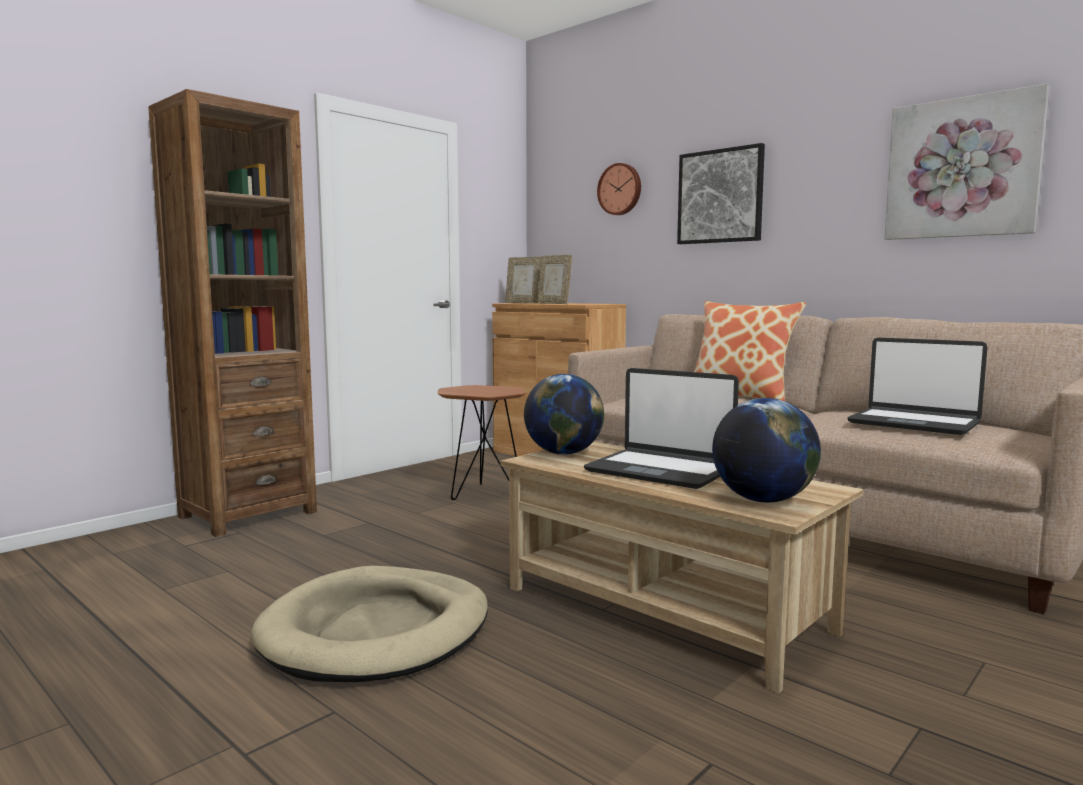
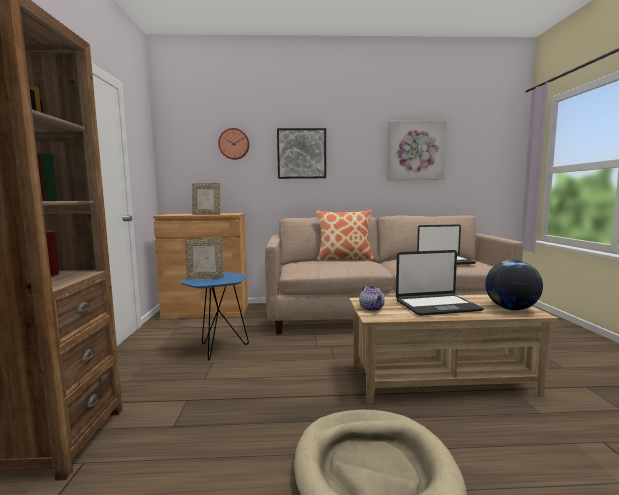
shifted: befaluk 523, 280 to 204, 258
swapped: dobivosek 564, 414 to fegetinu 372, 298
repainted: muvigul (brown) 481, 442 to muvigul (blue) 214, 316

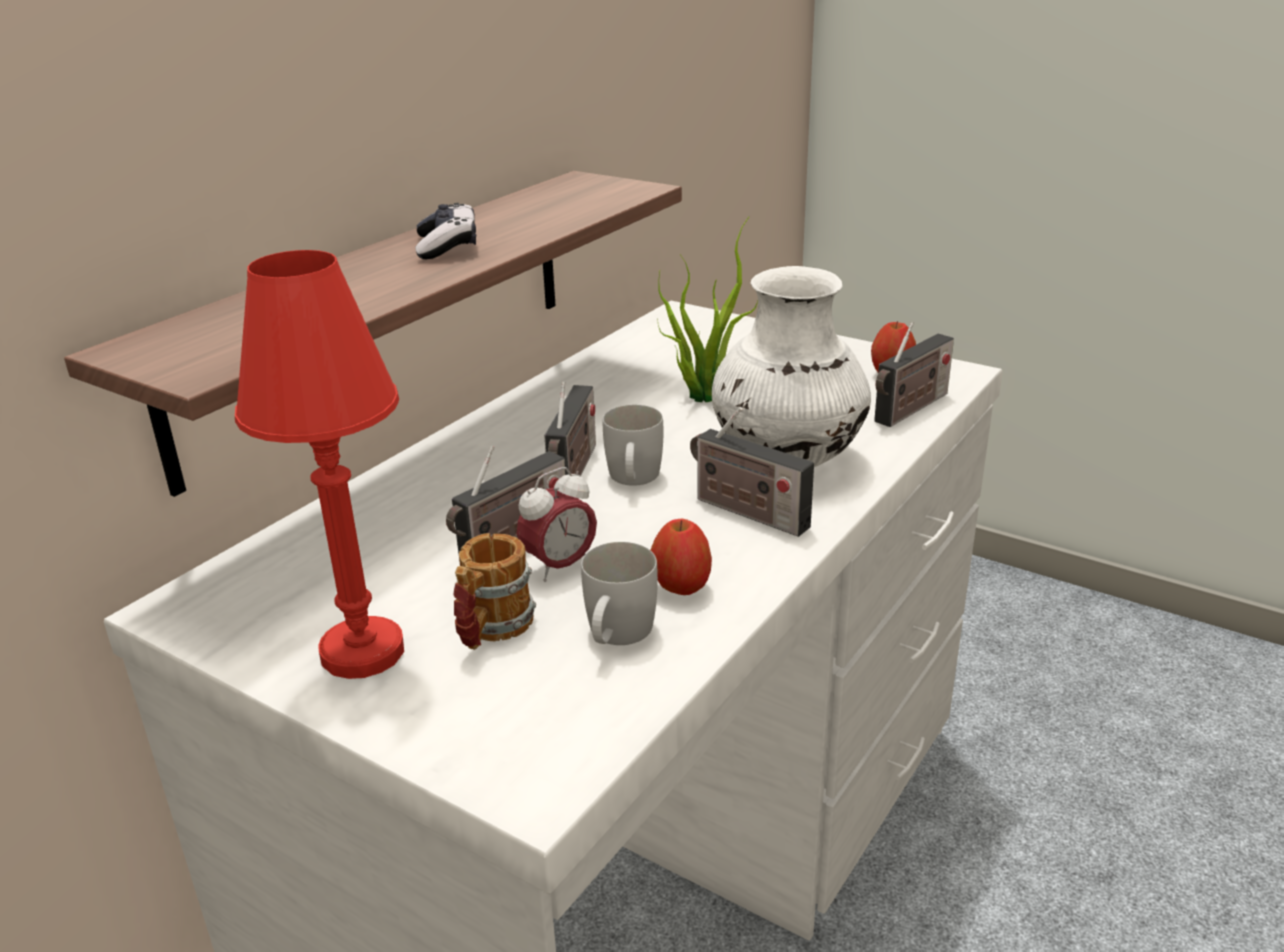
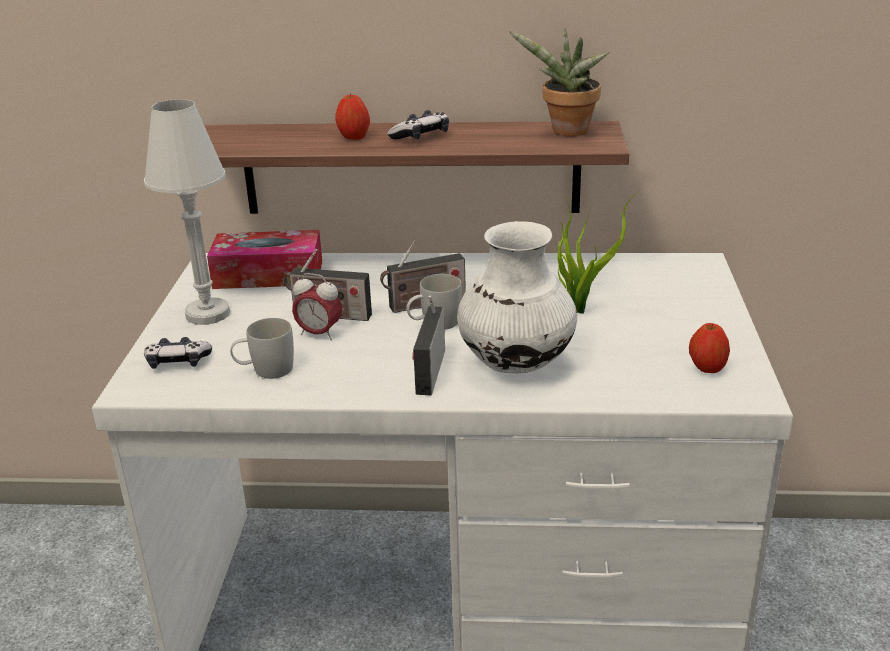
gone: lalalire 494, 591; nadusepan 914, 374
new: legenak 178, 353; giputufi 264, 259; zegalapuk 559, 82
shifted: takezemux 681, 557 to 353, 117
repainted: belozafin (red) 319, 464 to belozafin (white) 187, 212

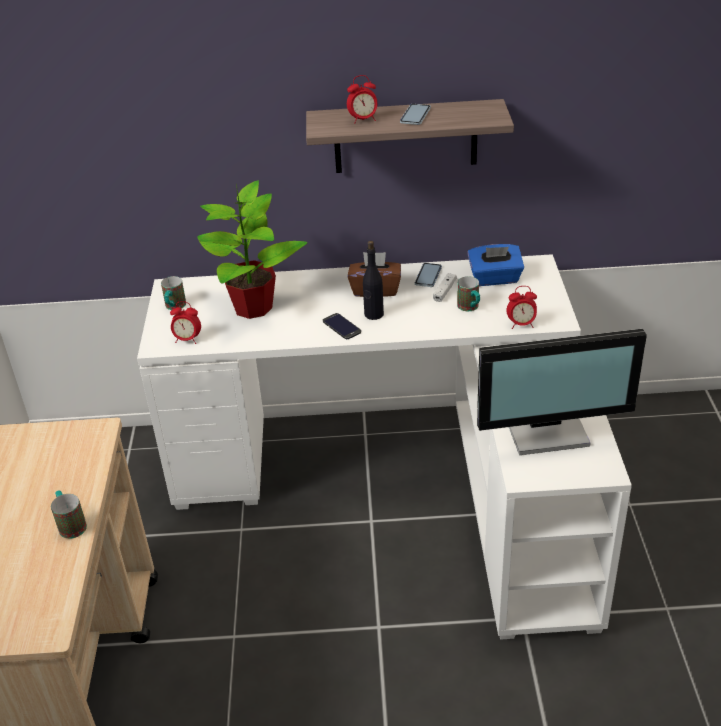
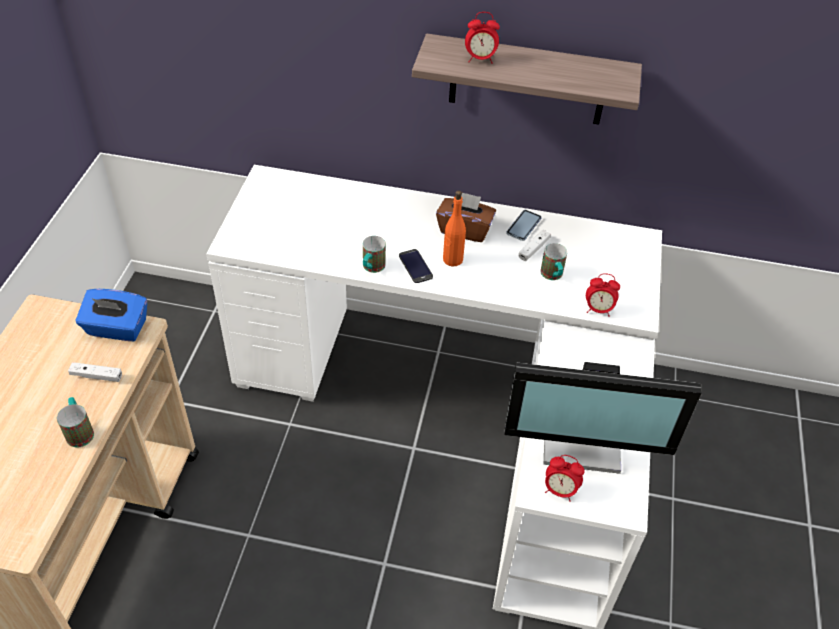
gone: zegalapuk 252, 249; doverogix 415, 114
new: legenak (white) 95, 372
shifted: lalalire 173, 293 to 374, 254; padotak 185, 322 to 564, 478; giputufi (blue) 495, 265 to 111, 315
repainted: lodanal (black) 373, 280 to lodanal (orange) 454, 228

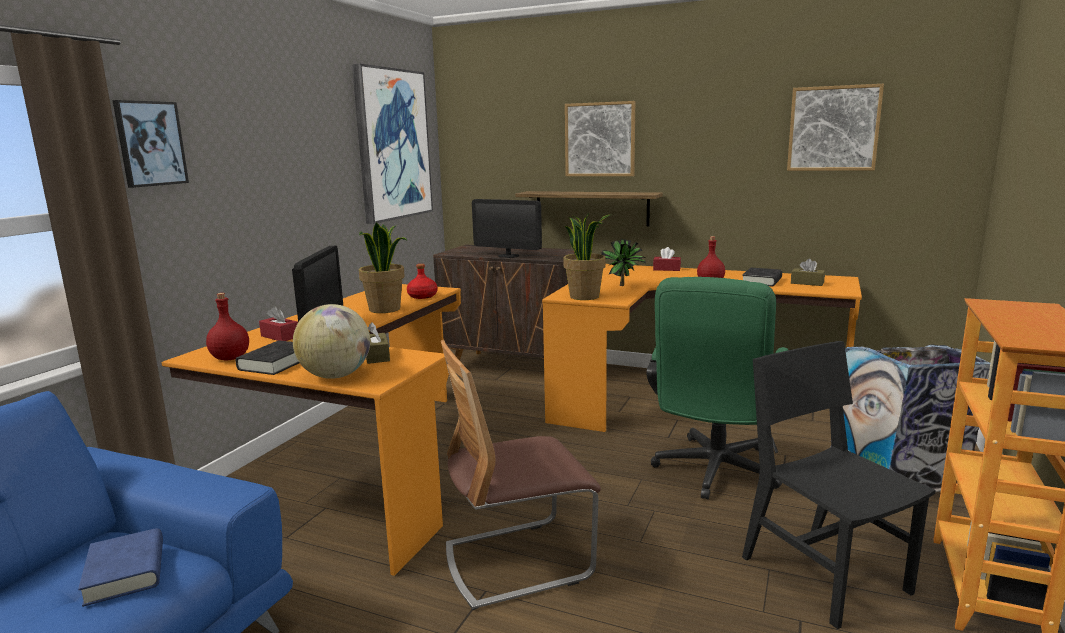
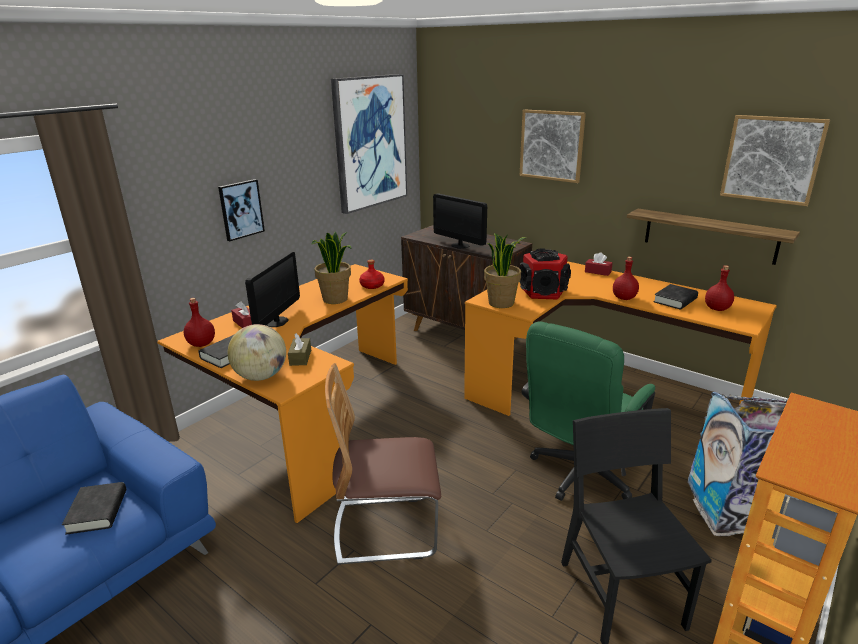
shifted: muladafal 151, 144 to 241, 210; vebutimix 589, 208 to 713, 237
swapped: zegalapuk 623, 262 to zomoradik 545, 273; giputufi (brown) 808, 272 to lodanal (red) 719, 288
repainted: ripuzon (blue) 120, 567 to ripuzon (black) 94, 508

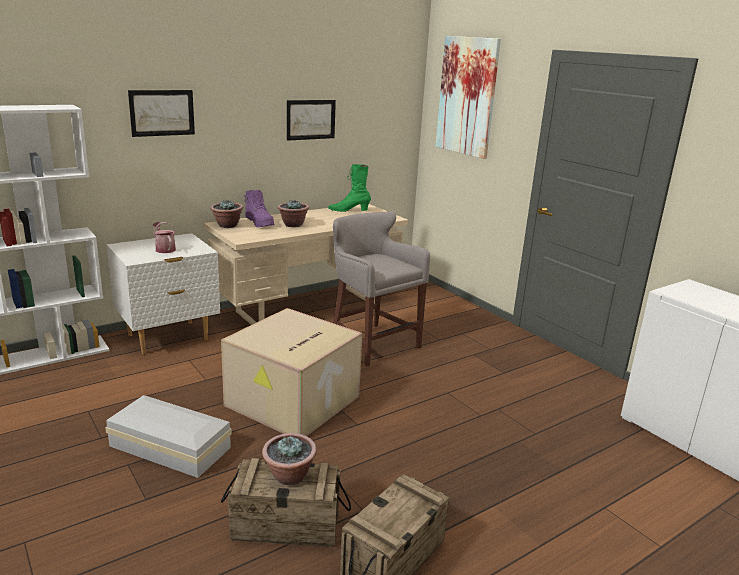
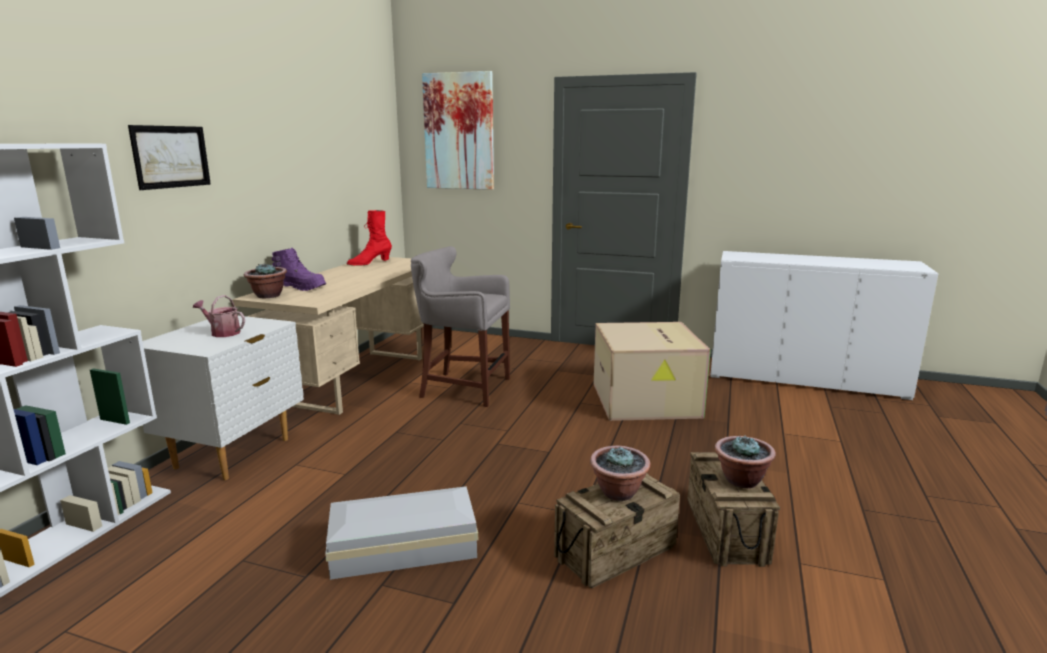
gone: muladafal 311, 120
shifted: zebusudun 292, 372 to 652, 371; zegalapuk 293, 213 to 745, 461
repainted: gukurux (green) 349, 188 to gukurux (red) 369, 237

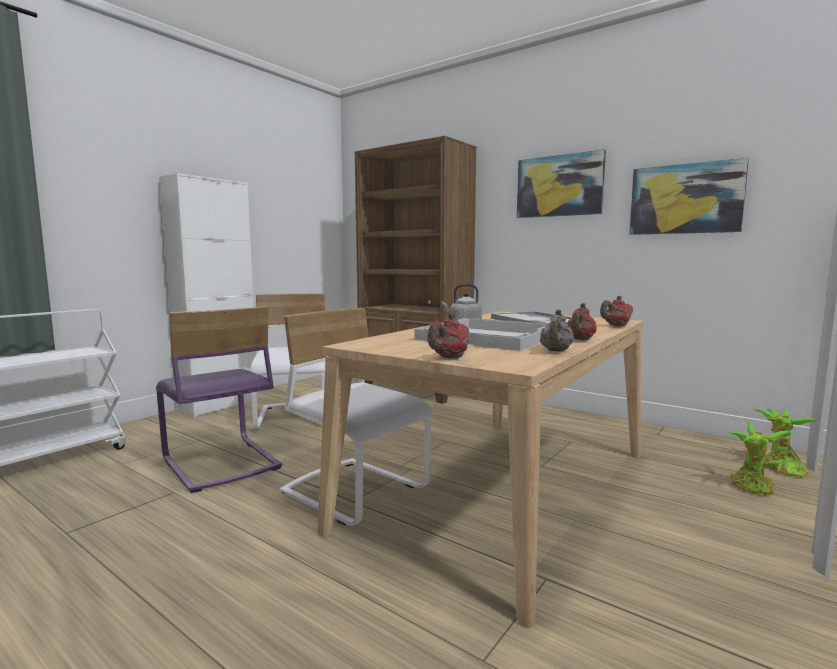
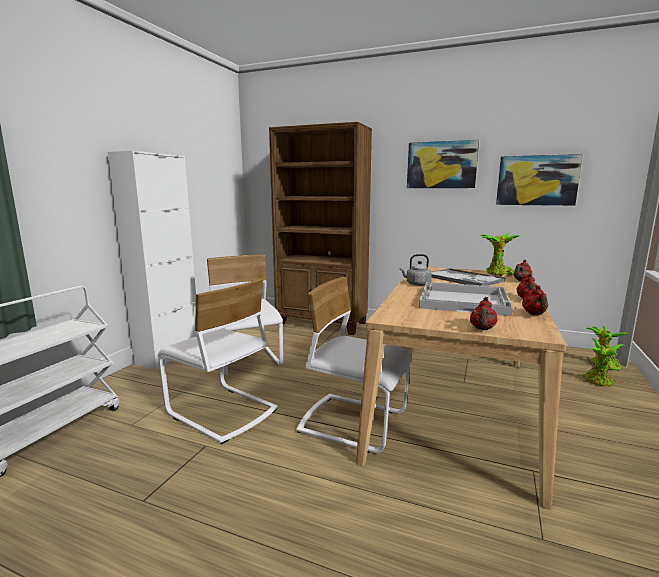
new: zegalapuk 500, 254
repainted: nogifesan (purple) 219, 399 to nogifesan (white) 218, 361; fegetinu (grey) 557, 330 to fegetinu (red) 535, 300

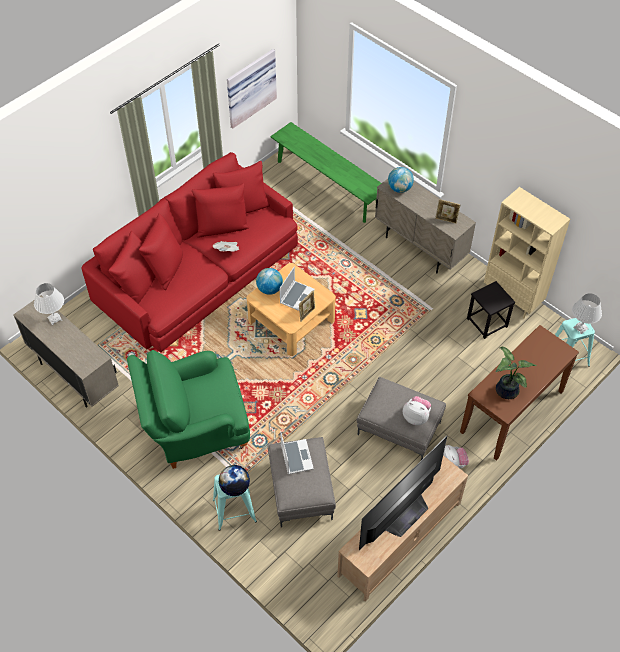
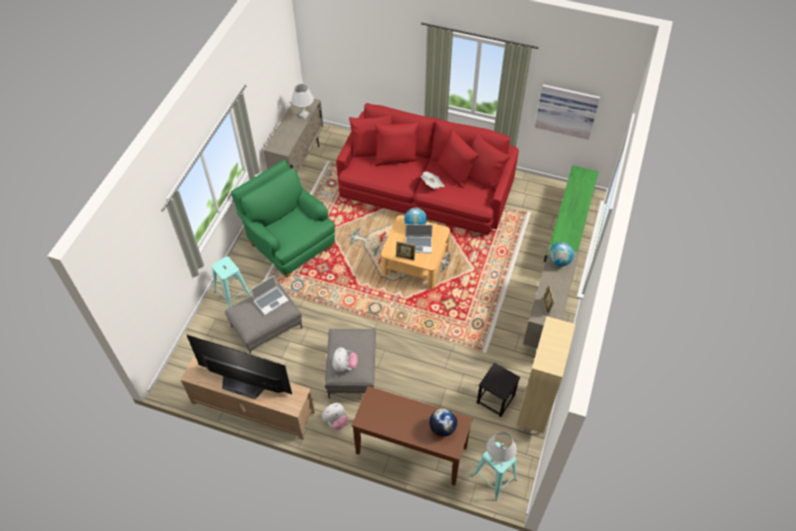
gone: zegalapuk 516, 372
shifted: dobivosek 234, 480 to 443, 422

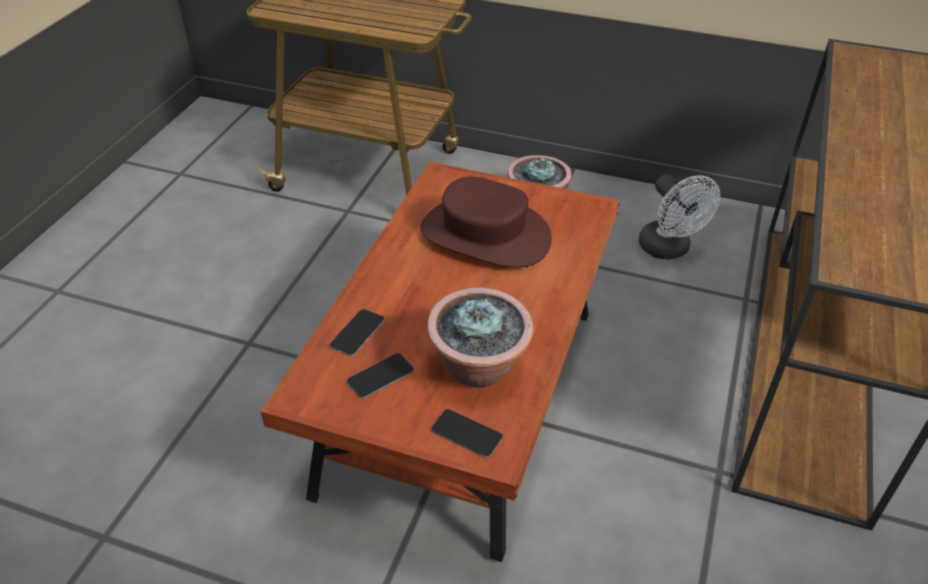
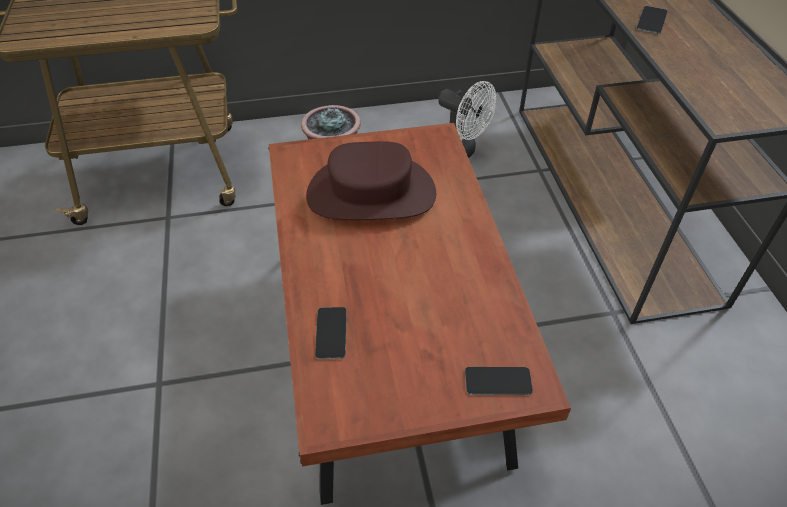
gone: zegalapuk 480, 337
shifted: doverogix 380, 376 to 652, 20

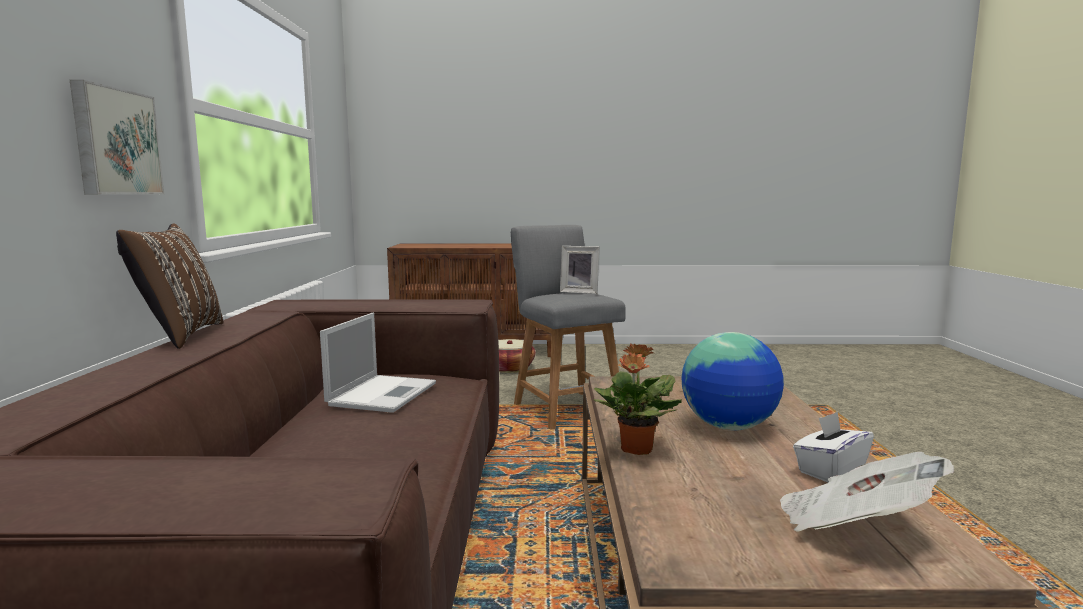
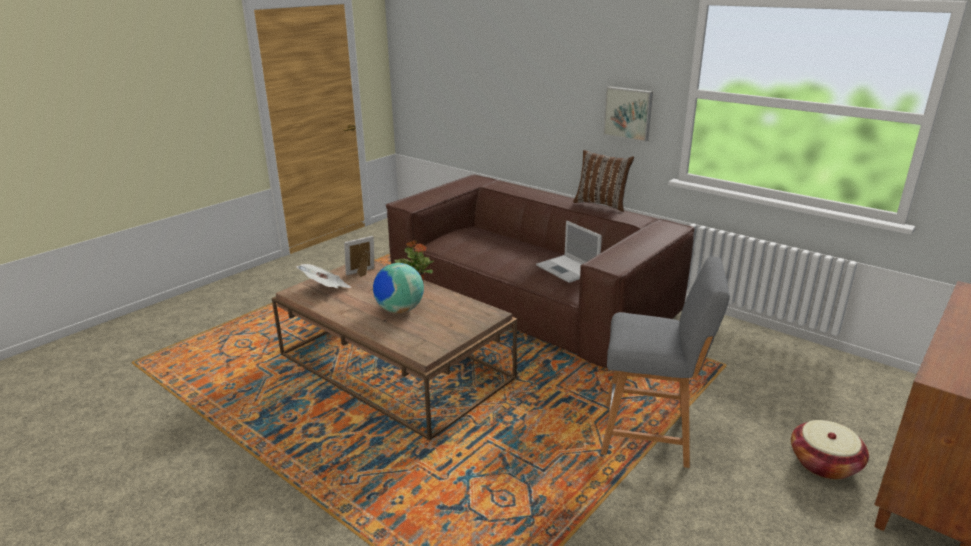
gone: giputufi (white) 833, 447
shifted: befaluk 580, 270 to 359, 256

